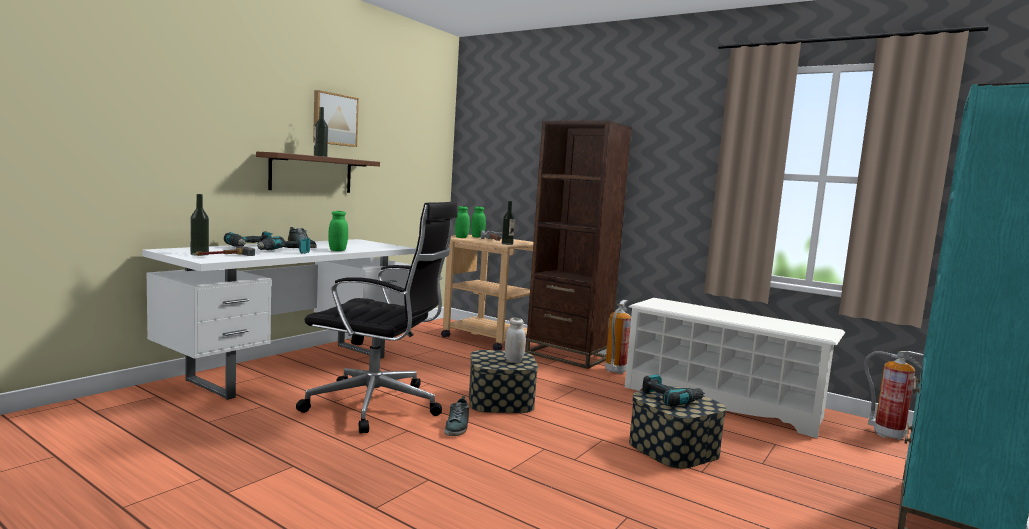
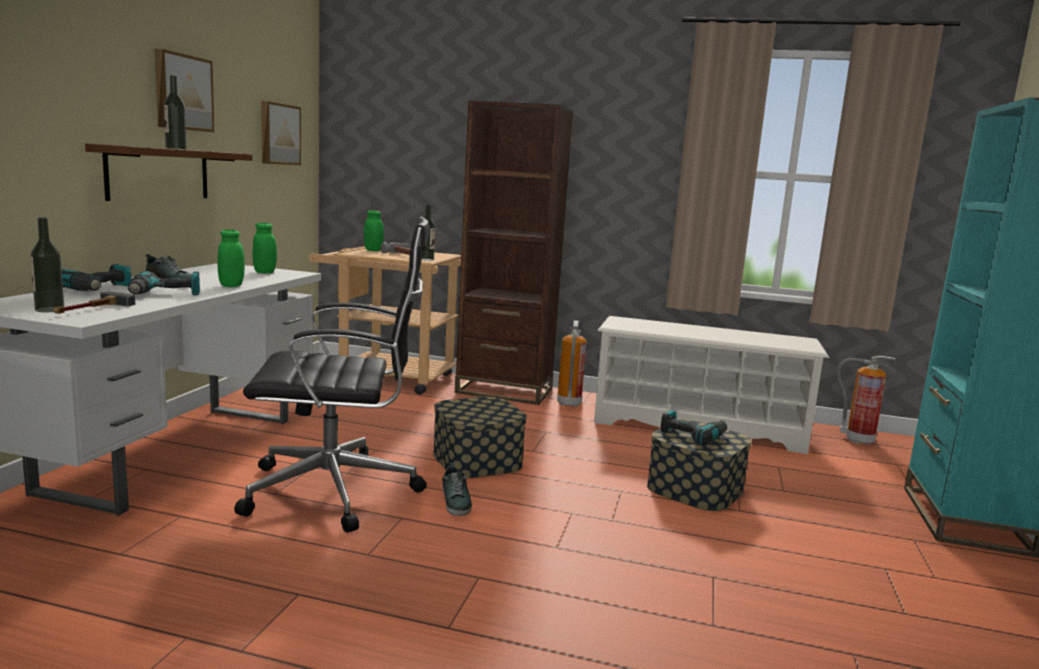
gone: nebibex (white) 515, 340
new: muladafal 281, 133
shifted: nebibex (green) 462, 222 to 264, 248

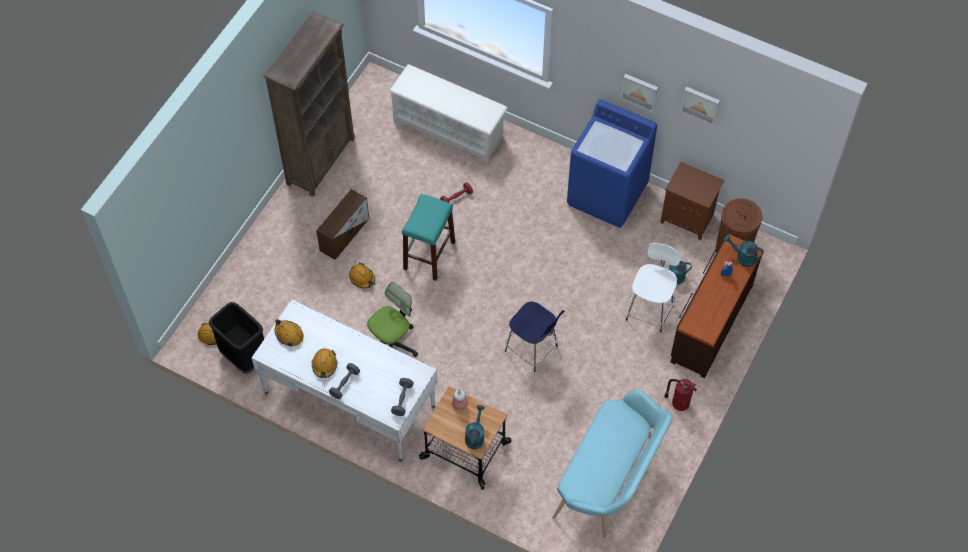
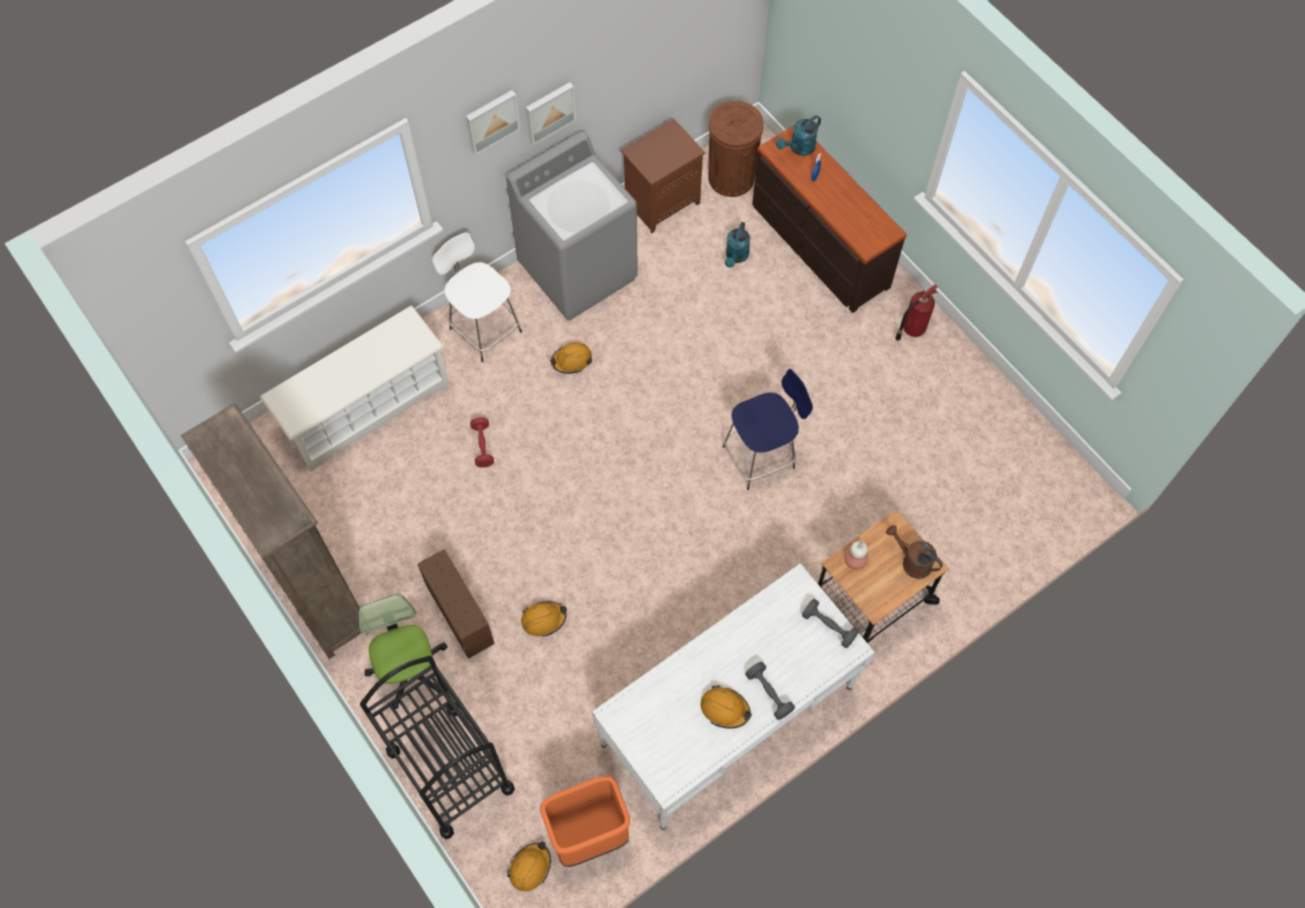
gone: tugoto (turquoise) 428, 237; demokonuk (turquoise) 612, 464
new: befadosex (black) 437, 747
shifted: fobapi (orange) 289, 333 to 571, 358; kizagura 392, 319 to 403, 652; tugoto (white) 653, 288 to 477, 297; muladafal 700, 106 to 493, 122
repainted: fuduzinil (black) 236, 338 to fuduzinil (orange) 585, 821; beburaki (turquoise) 475, 427 to beburaki (brown) 914, 552; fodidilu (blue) 612, 163 to fodidilu (grey) 572, 226

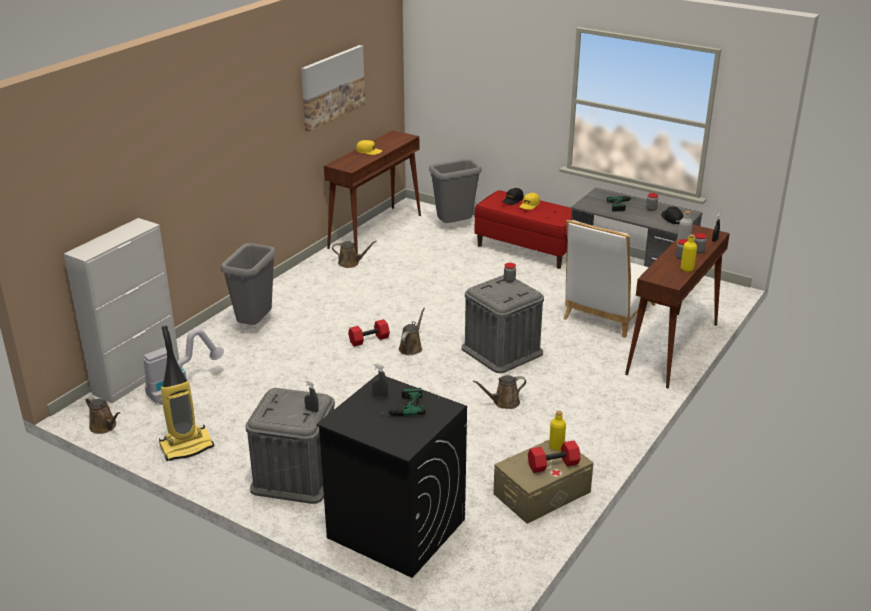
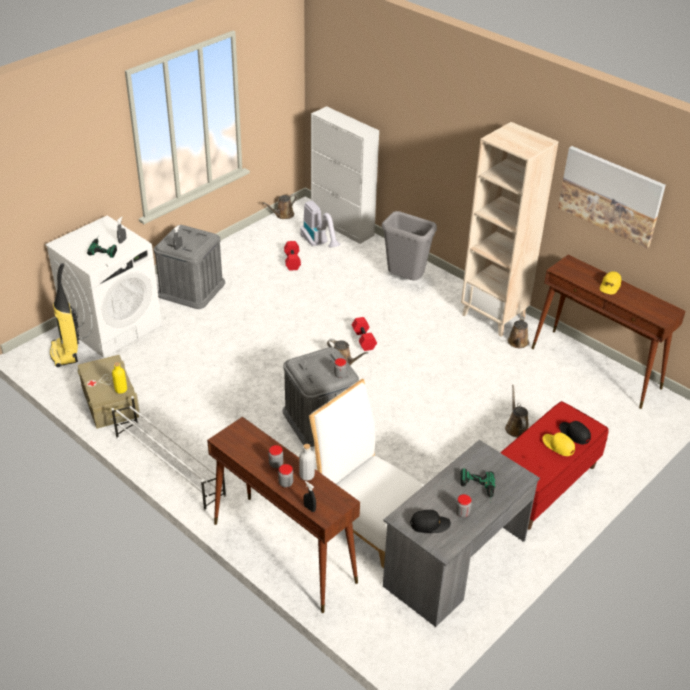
gone: fuduzinil (grey) 455, 190; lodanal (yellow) 689, 253
new: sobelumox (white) 168, 453; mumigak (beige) 510, 229
shifted: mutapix 186, 393 to 65, 315; beburaki (brown) 499, 392 to 516, 411; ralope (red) 554, 456 to 292, 255
repainted: fodidilu (black) 391, 476 to fodidilu (white) 103, 287

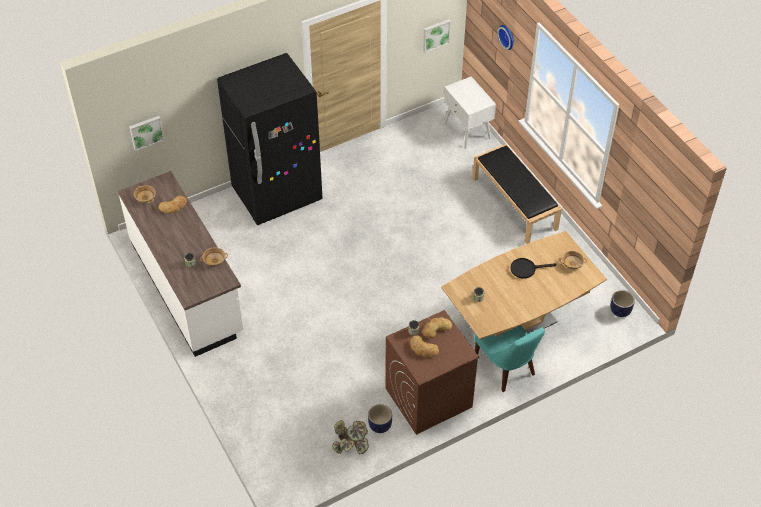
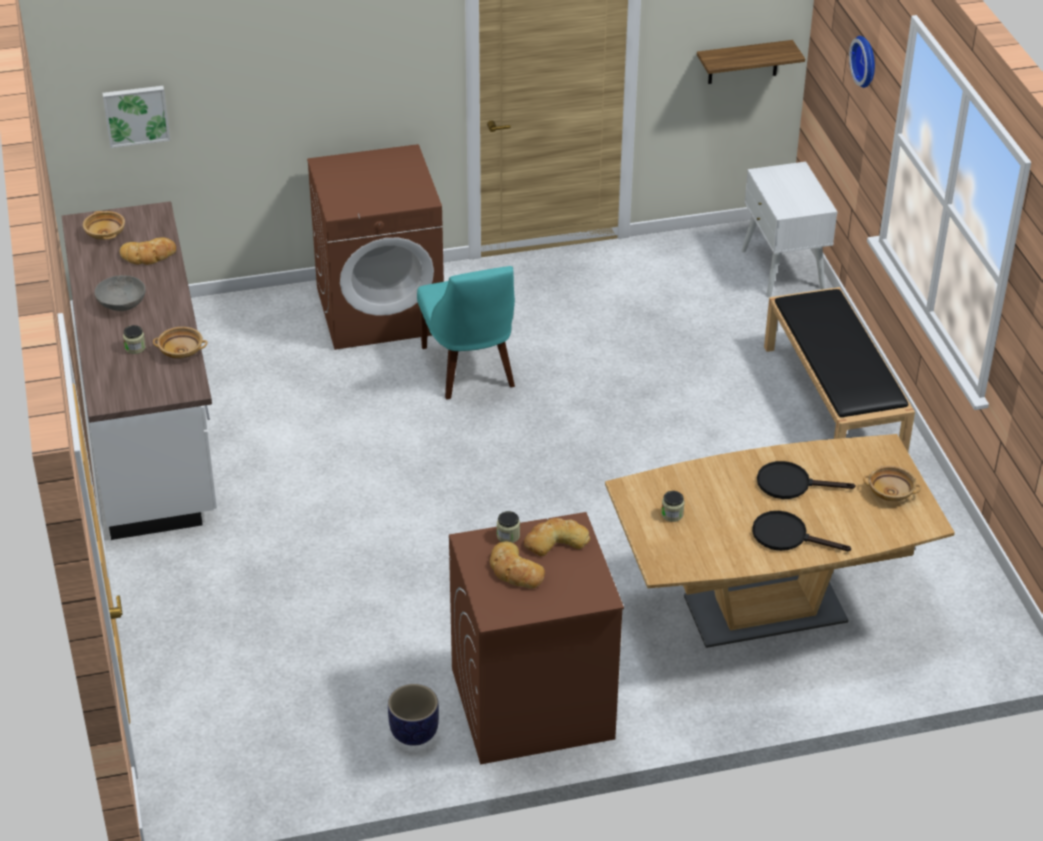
gone: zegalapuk 350, 437; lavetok 623, 303
new: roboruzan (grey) 120, 293; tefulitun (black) 801, 531
shifted: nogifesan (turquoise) 510, 358 to 466, 332
swapped: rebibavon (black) 270, 139 to fodidilu (brown) 375, 247; muladafal 437, 36 to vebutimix 751, 62

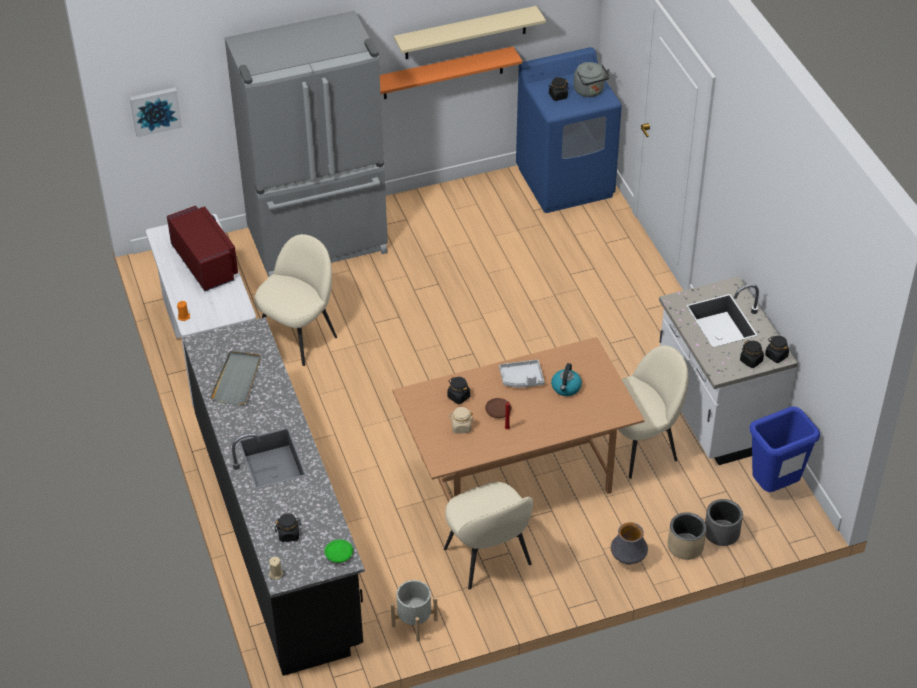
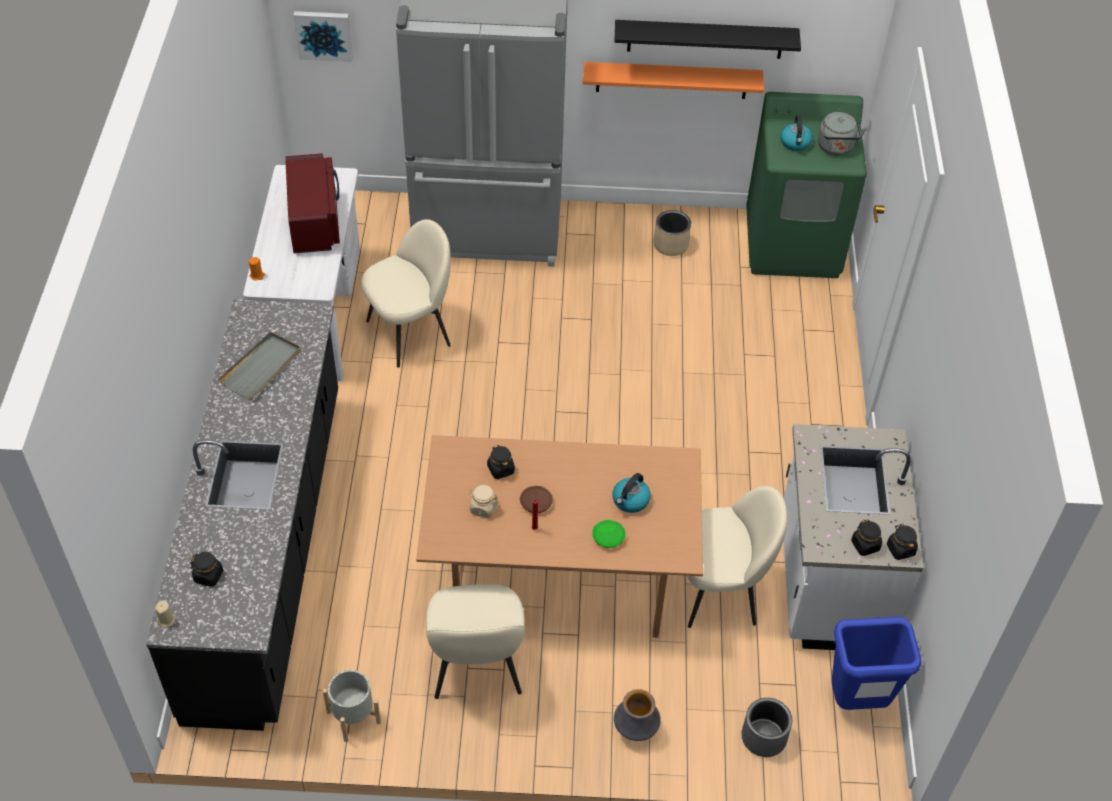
gone: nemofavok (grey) 521, 374
shifted: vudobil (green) 338, 551 to 609, 534; lavetok (beige) 686, 536 to 672, 233
swapped: nebibex (black) 558, 89 to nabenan 796, 133
repainted: vebutimix (beige) 470, 32 to vebutimix (black) 707, 39; fodidilu (blue) 569, 130 to fodidilu (green) 806, 185

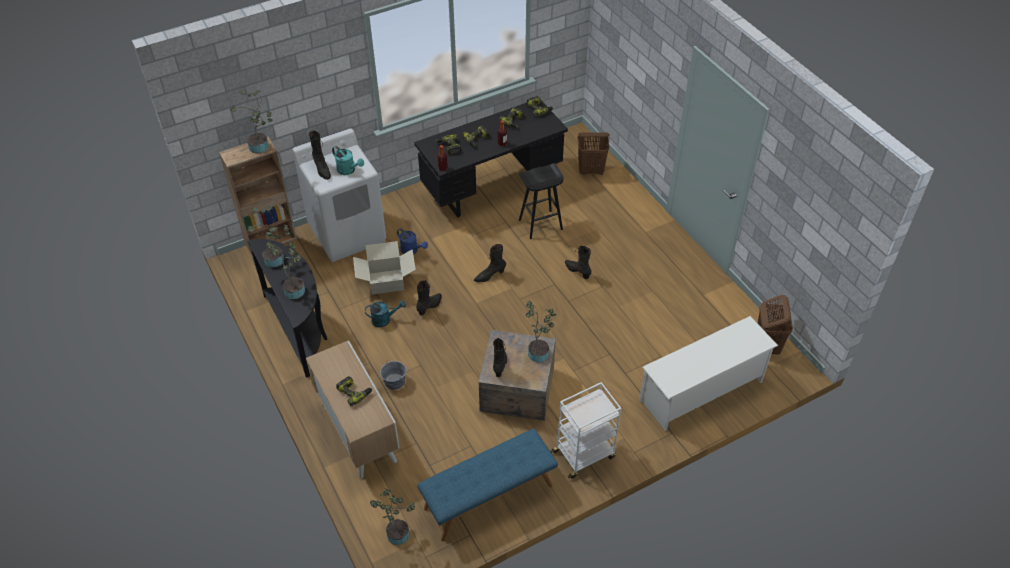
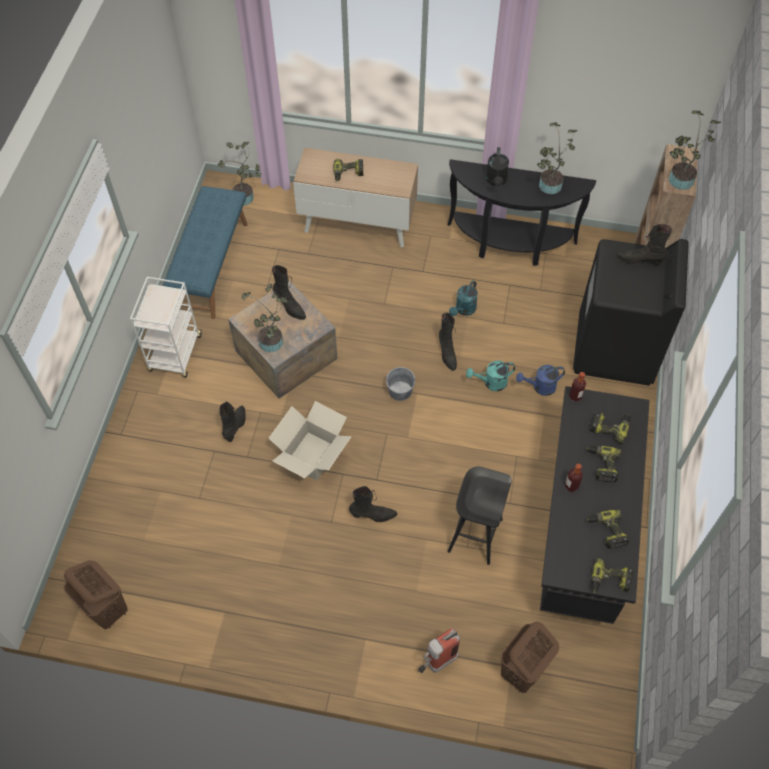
gone: sobelumox (white) 708, 373
new: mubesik 439, 650
shifted: beburaki (turquoise) 348, 160 to 490, 375; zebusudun 384, 267 to 309, 441; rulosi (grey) 393, 375 to 400, 384; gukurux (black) 490, 263 to 232, 421
swapped: zegalapuk 285, 270 to beburaki (black) 497, 166
repainted: fodidilu (white) 339, 195 to fodidilu (black) 631, 312

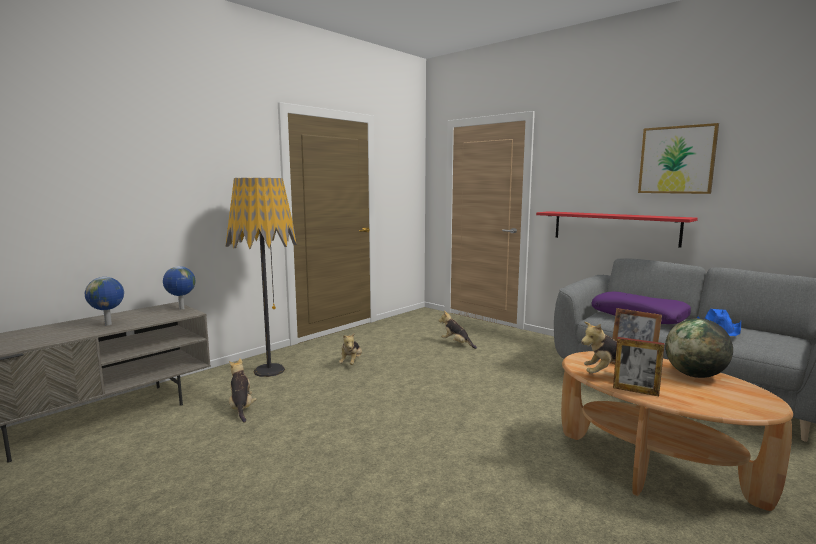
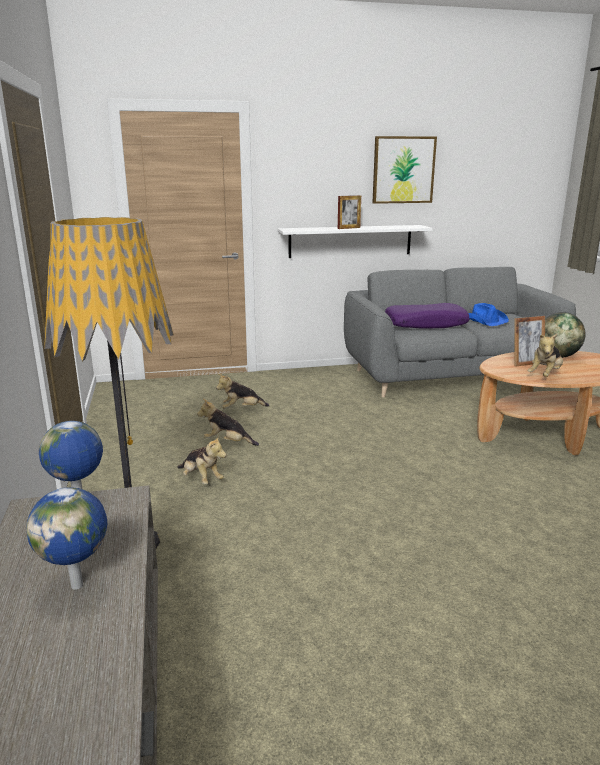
shifted: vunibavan 243, 390 to 228, 422; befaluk 638, 366 to 349, 212
repainted: vebutimix (red) 617, 229 to vebutimix (white) 355, 241

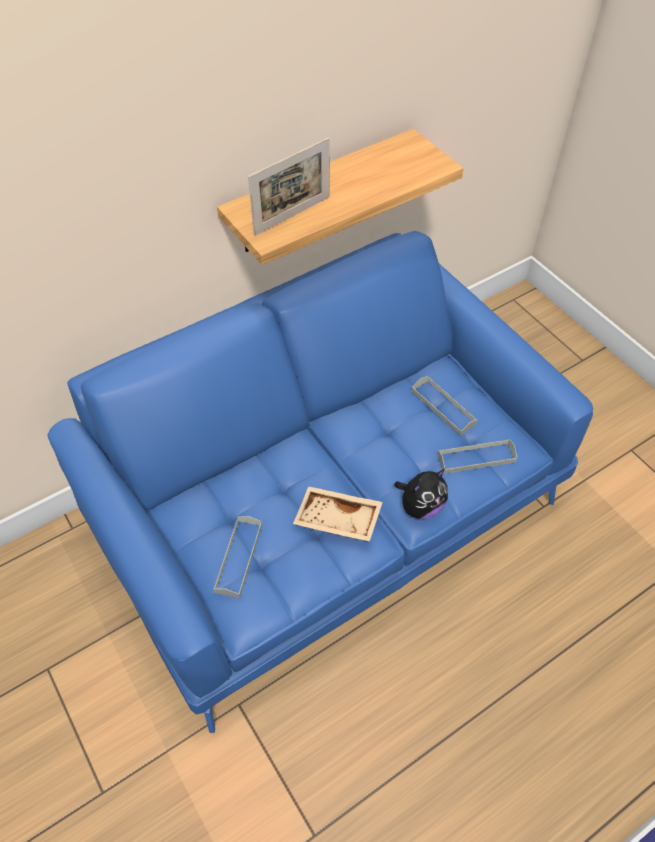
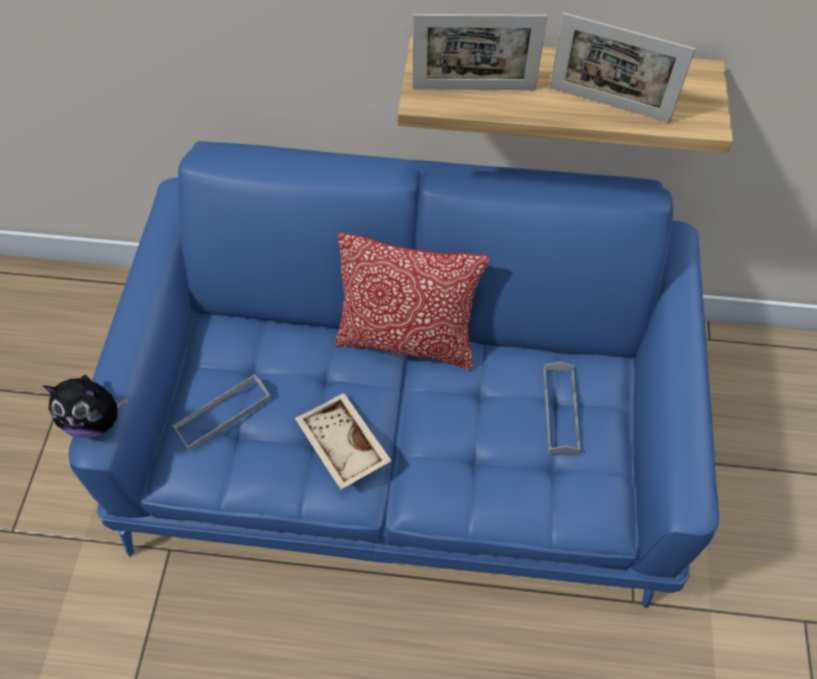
gone: nemofavok (grey) 477, 456
new: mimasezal 412, 301; befaluk 622, 68
shifted: vunibavan 421, 494 to 85, 406

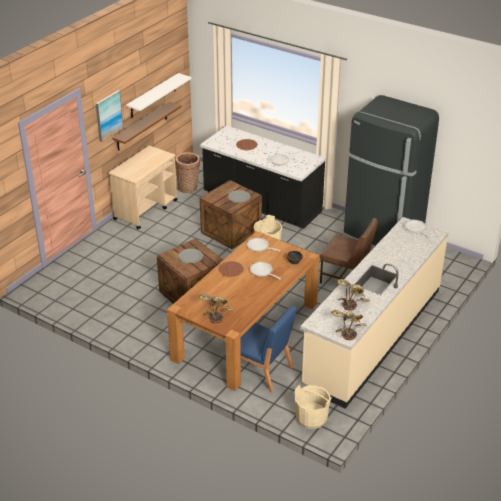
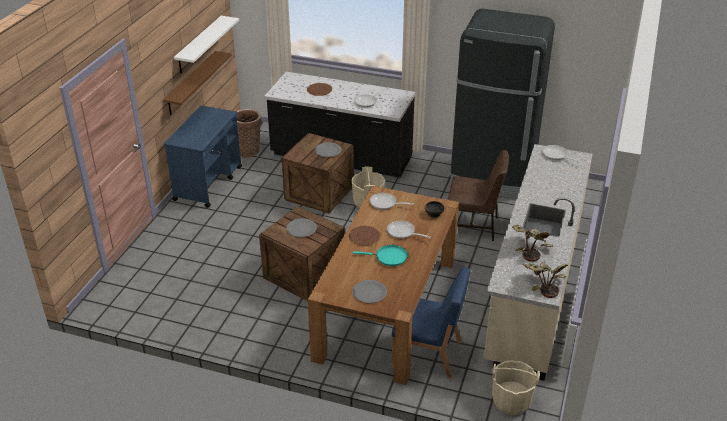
gone: muladafal 109, 116
new: tefulitun (turquoise) 380, 255
swapped: zegalapuk 216, 308 to vudobil (grey) 370, 291
repainted: befadosex (beige) 143, 187 to befadosex (blue) 203, 157

